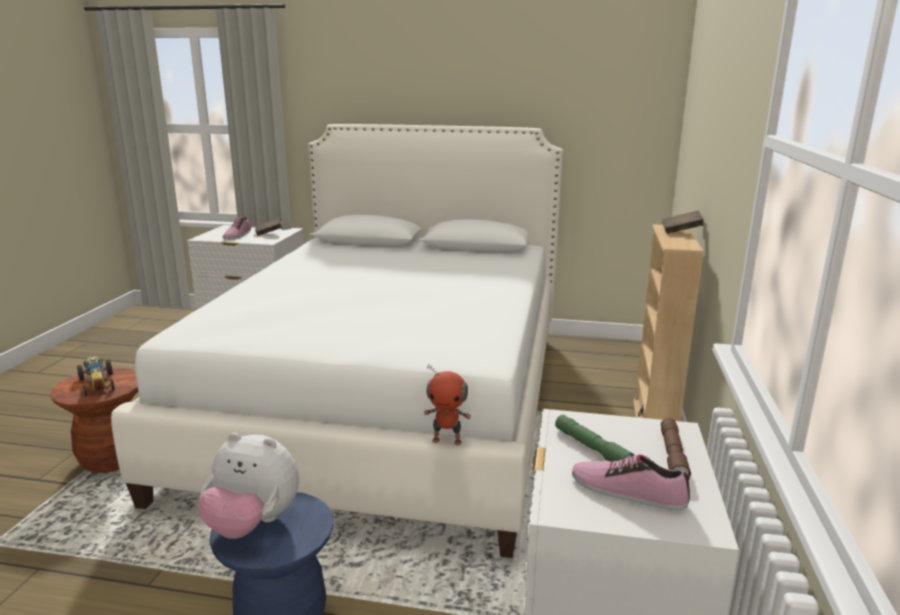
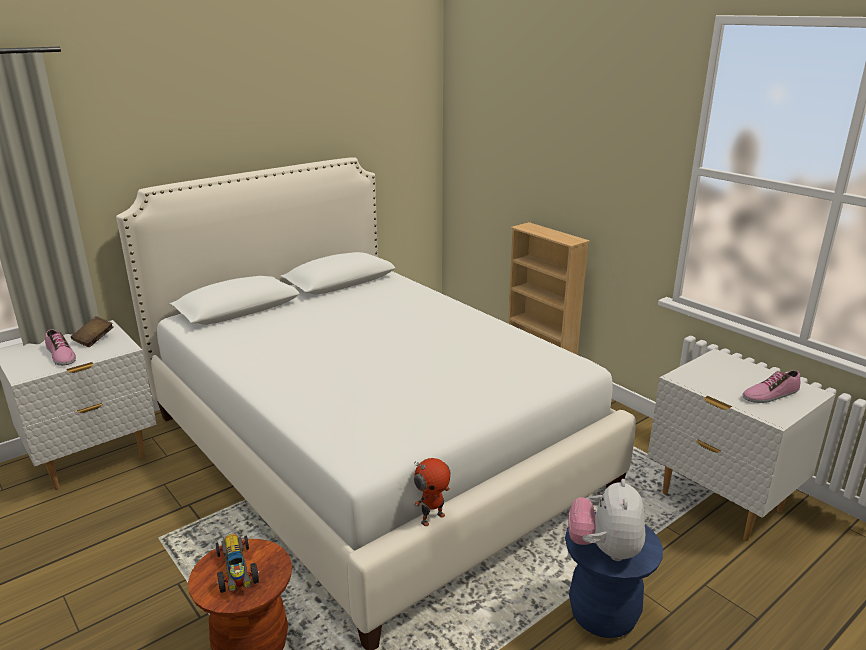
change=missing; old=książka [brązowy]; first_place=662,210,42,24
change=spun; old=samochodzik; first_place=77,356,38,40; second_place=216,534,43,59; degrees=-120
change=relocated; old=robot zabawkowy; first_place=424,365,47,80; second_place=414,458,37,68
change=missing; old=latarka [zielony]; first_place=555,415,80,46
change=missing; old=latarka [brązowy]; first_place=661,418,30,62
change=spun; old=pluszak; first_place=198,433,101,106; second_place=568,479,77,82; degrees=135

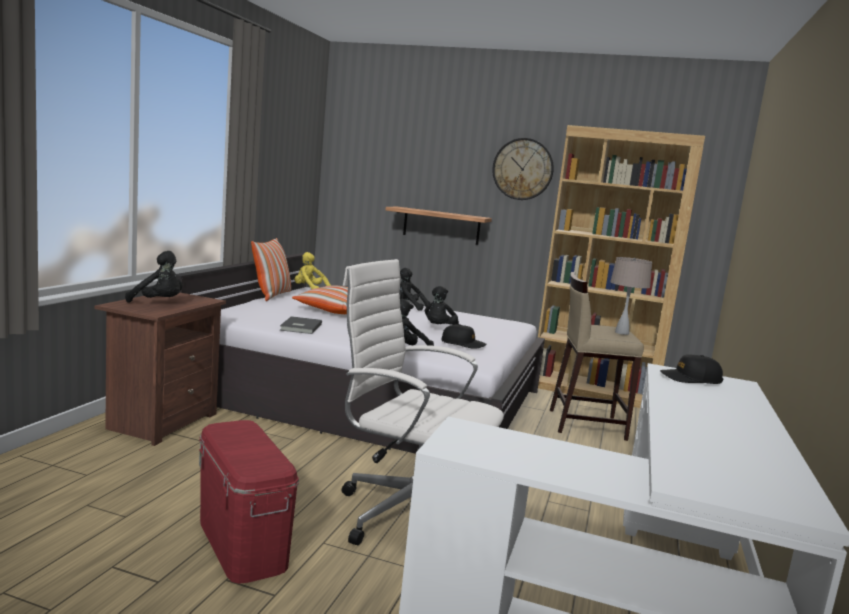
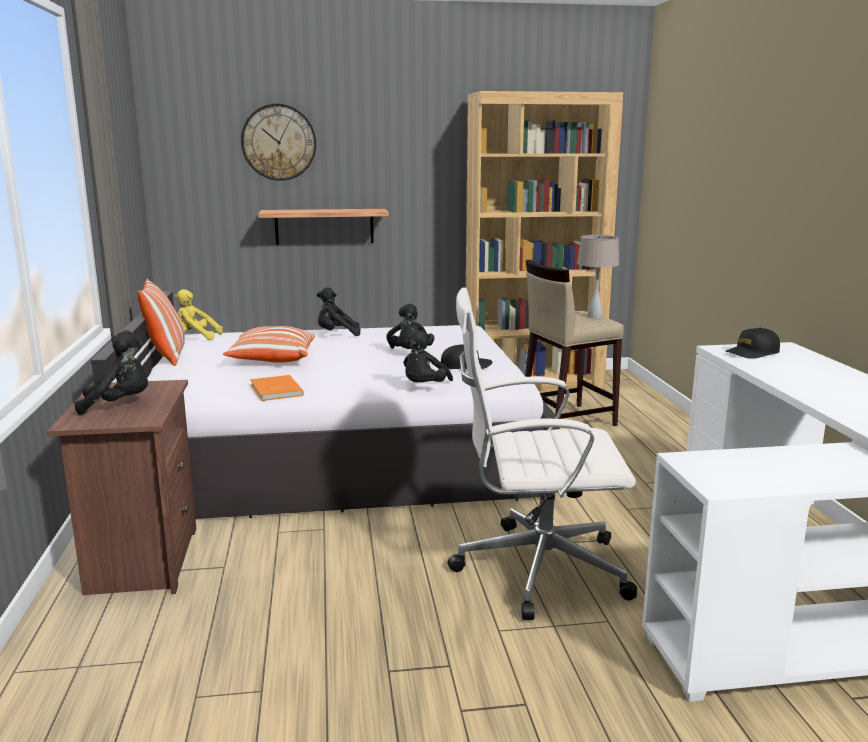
change=relocated; old=zegar ścienny; first_place=492,138,62,62; second_place=241,104,75,77
change=colour; old=książka [szary]; new=książka [pomarańczowy]; first_place=280,316,42,18; second_place=250,375,54,26
change=missing; old=pojemnik do przechowywania [czerwony]; first_place=199,420,100,164

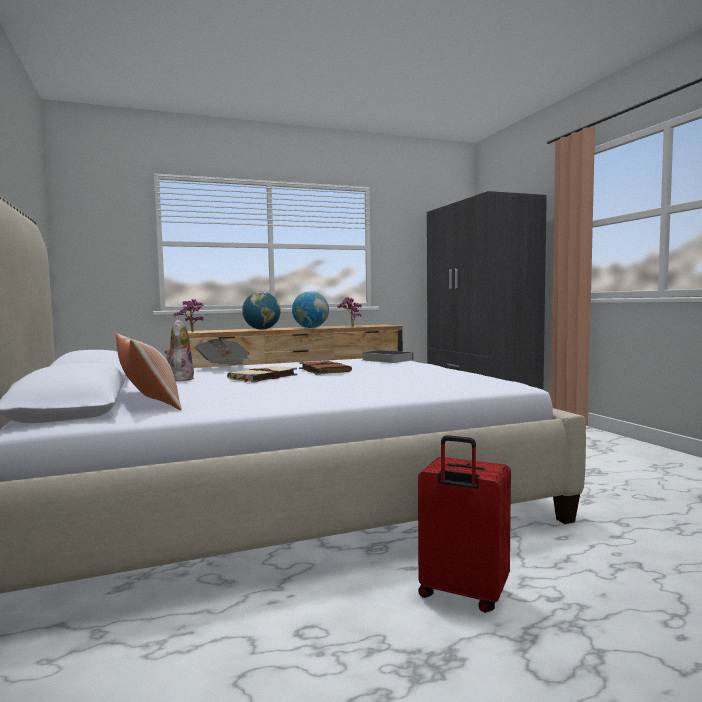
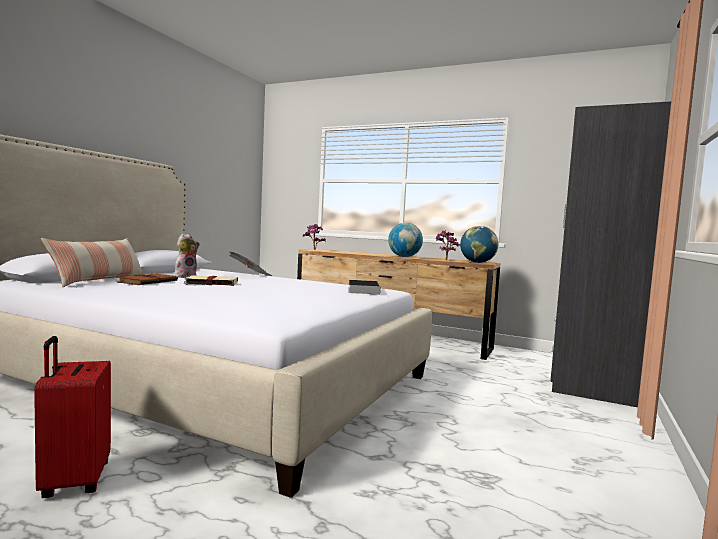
change=relocated; old=globus; first_place=242,292,39,38; second_place=460,226,38,37
change=relocated; old=książka [brązowy]; first_place=299,361,53,14; second_place=116,273,62,12

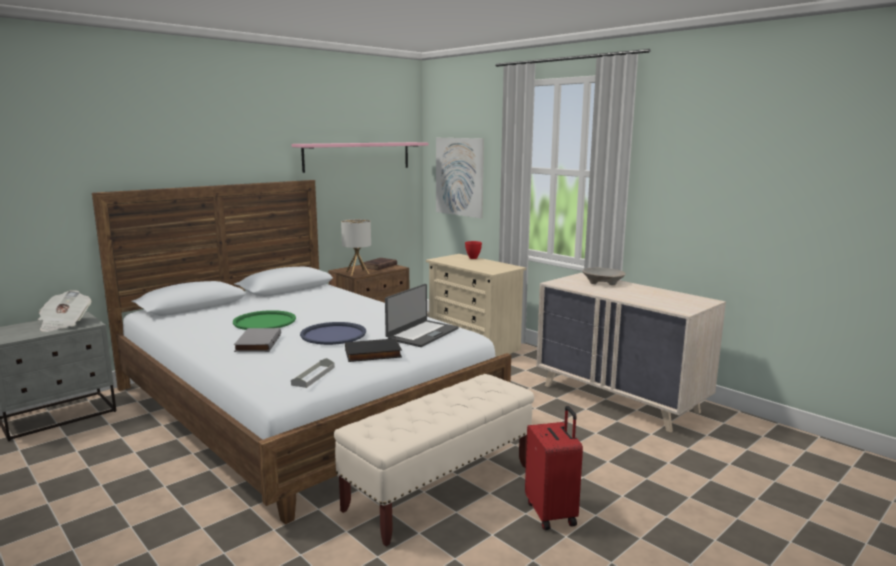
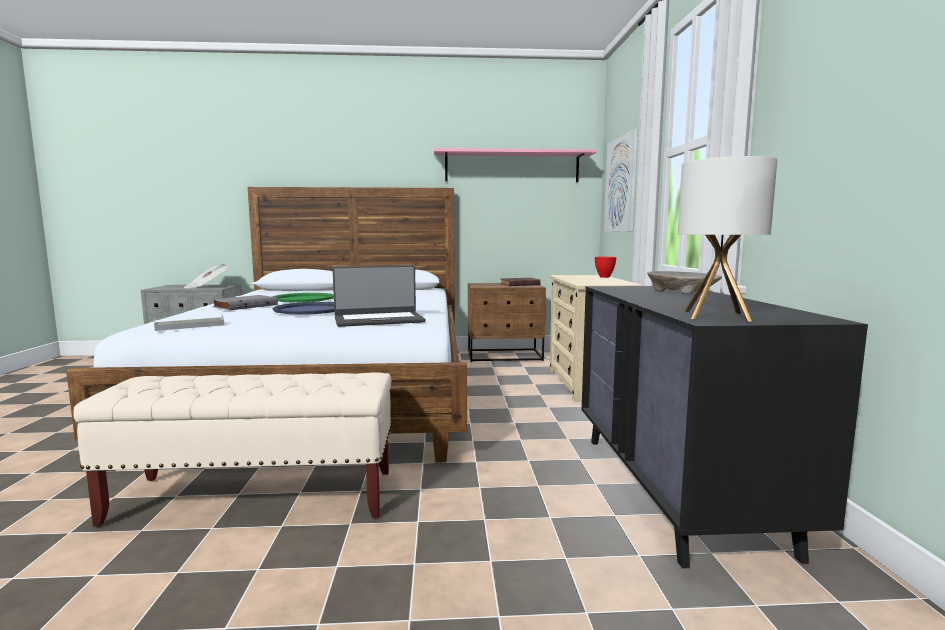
change=relocated; old=lampa stołowa; first_place=341,219,30,57; second_place=677,156,100,166
change=colour; old=komoda [beżowy]; new=komoda [czarny]; first_place=536,273,190,159; second_place=581,286,287,282
change=missing; old=książka [czarny]; first_place=345,338,57,24
change=missing; old=walizka [czerwony]; first_place=525,406,58,124

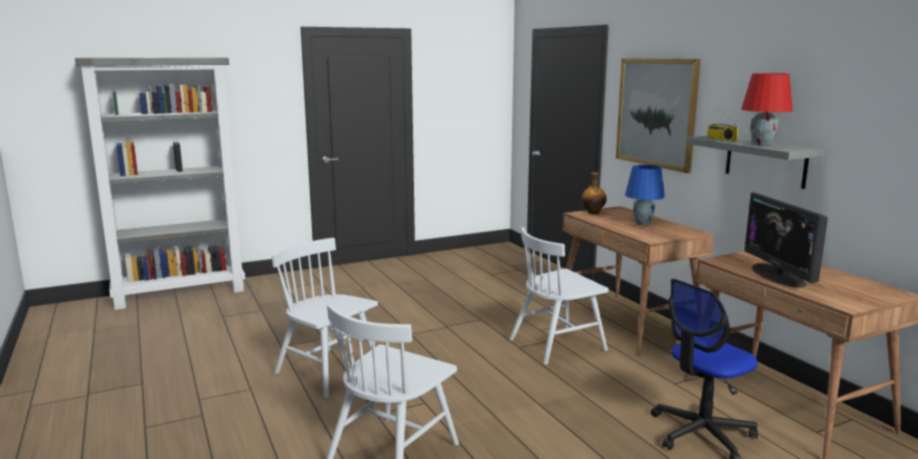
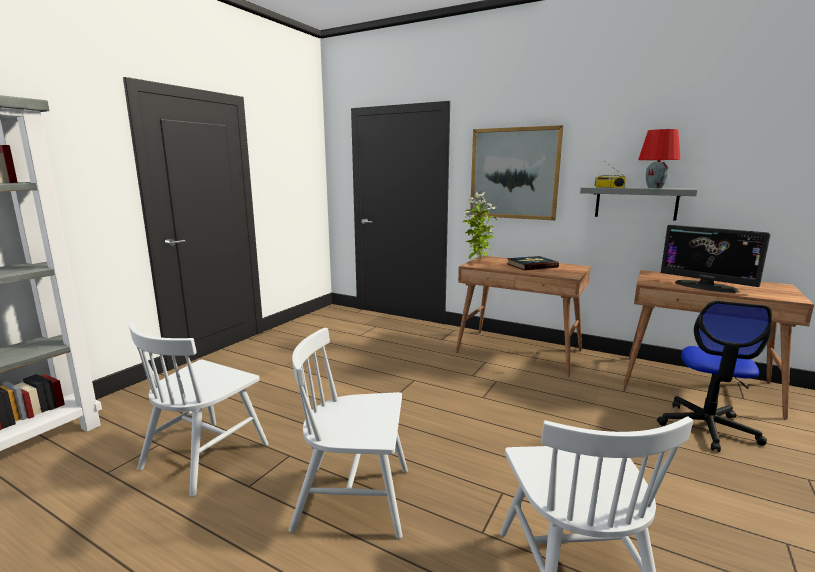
change=exchanged; old=lampa stołowa [niebieski]; new=książka; first_place=625,165,40,60; second_place=507,256,52,14
change=exchanged; old=butelka; new=roślina doniczkowa; first_place=581,172,26,42; second_place=462,190,35,73
change=relocated; old=krzesło [biały]; first_place=509,227,100,138; second_place=129,323,140,174

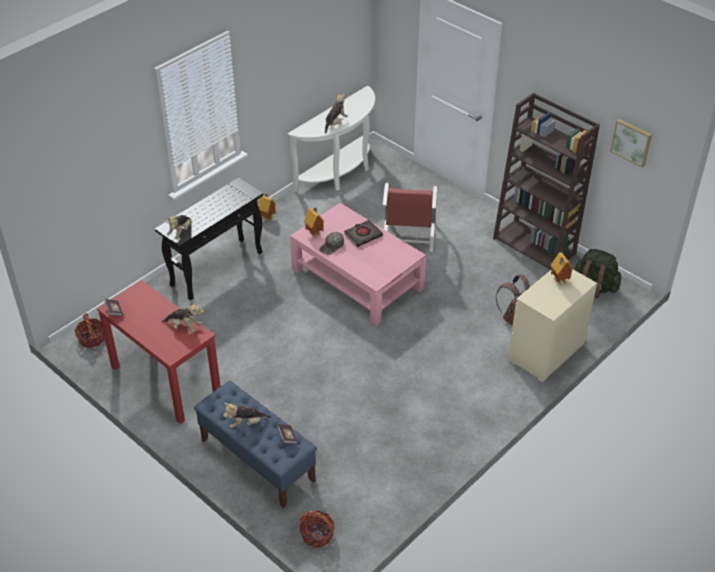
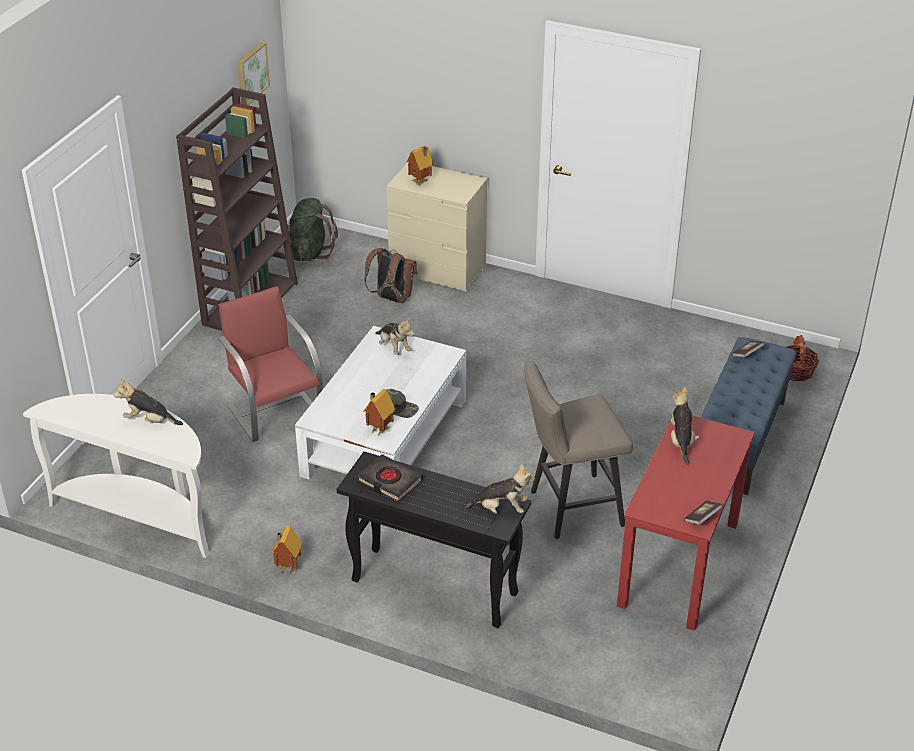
change=spun; old=krzesło [czerwony]; first_place=382,182,56,70; second_place=218,286,105,156; degrees=-105
change=colour; old=ława [różowy]; new=ława [biały]; first_place=290,203,136,122; second_place=295,326,171,154
change=relocated; old=książka [czarny]; first_place=344,220,39,27; second_place=357,454,66,48
change=missing; old=koszyk; first_place=75,313,30,35
change=relocated; old=pluszak; first_place=223,403,48,25; second_place=375,318,40,37
change=appeared; new=stołek [beżowy]; second_place=524,361,109,178

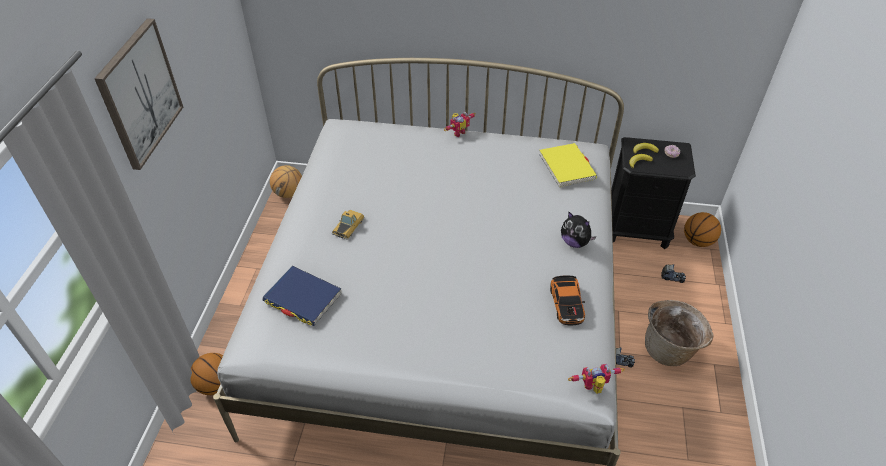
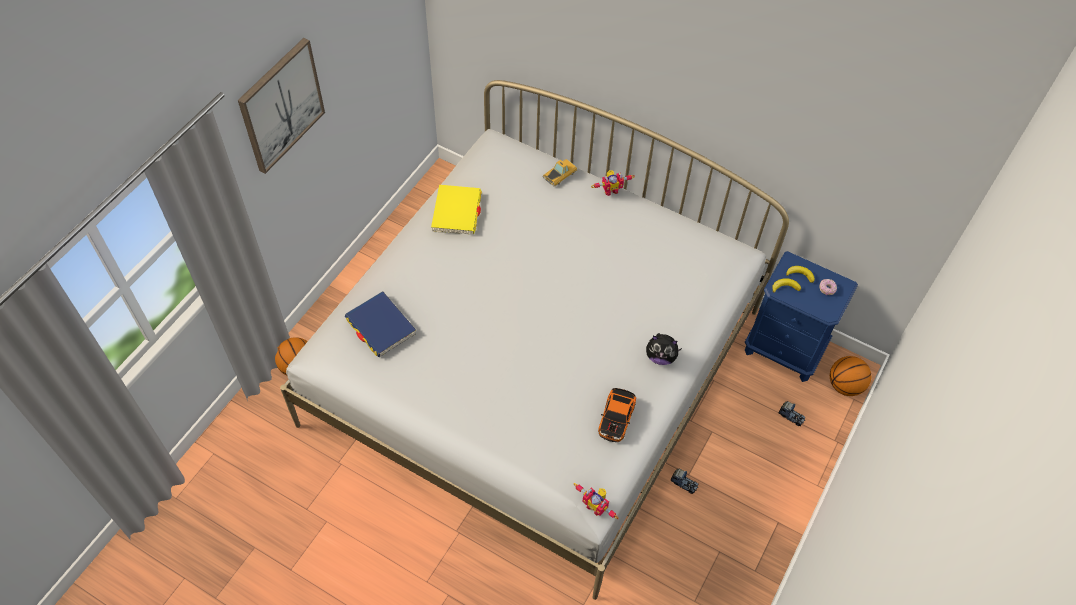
change=colour; old=szafka nocna [czarny]; new=szafka nocna [niebieski]; first_place=611,137,85,112; second_place=745,251,113,131
change=relocated; old=książka [żółty]; first_place=539,143,58,45; second_place=431,185,51,50
change=missing; old=piłka do koszykówki; first_place=270,165,32,33
change=relocated; old=samochodzik; first_place=332,210,33,30; second_place=543,159,34,28
change=spun; old=pluszak; first_place=561,212,36,36; second_place=646,333,37,32; degrees=-45
change=missing; old=koszyk; first_place=645,300,69,66
change=spun; old=robot zabawkowy; first_place=568,364,57,30; second_place=574,483,44,36; degrees=-150

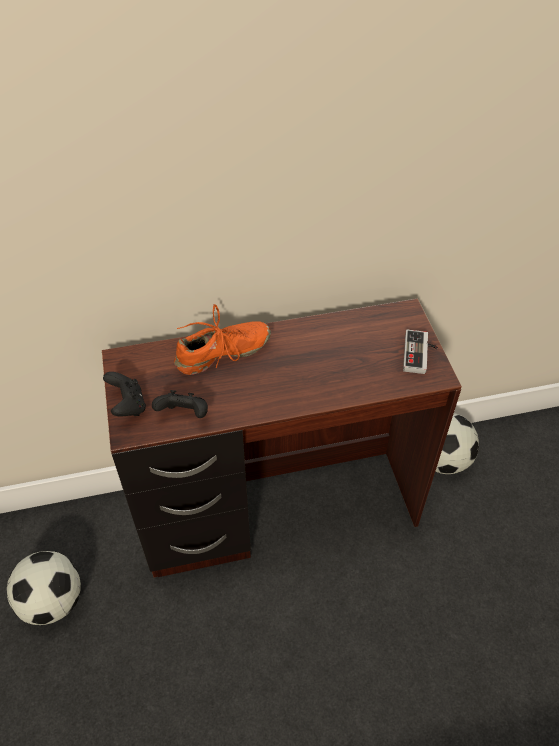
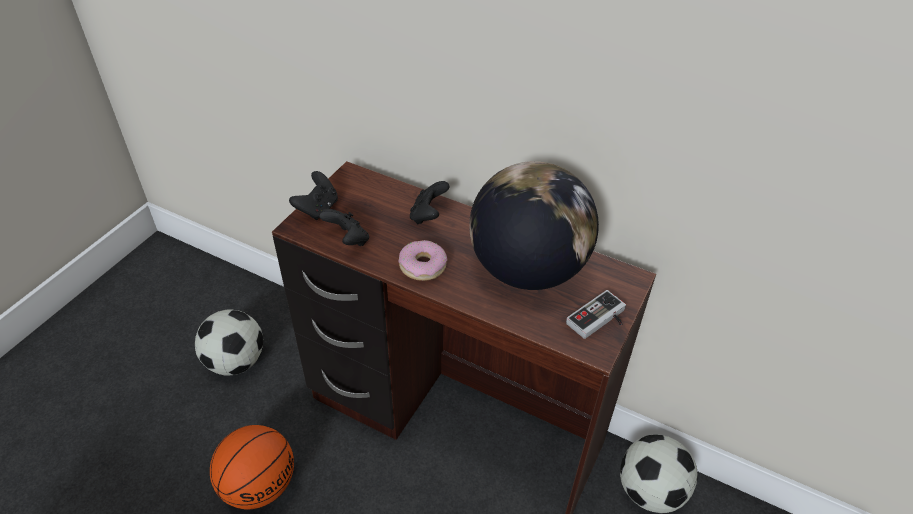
change=exchanged; old=but [pomarańczowy]; new=pad do gier [czarny]; first_place=174,304,97,71; second_place=410,181,40,44
change=appeared; new=globus; second_place=469,161,130,129
change=appeared; new=donut; second_place=399,240,48,41
change=appeared; new=piłka do koszykówki; second_place=210,425,84,84

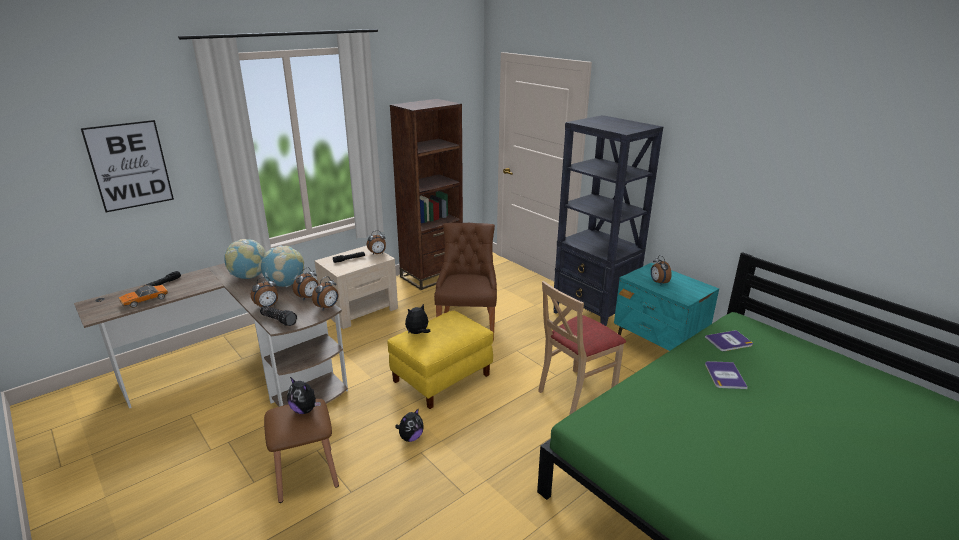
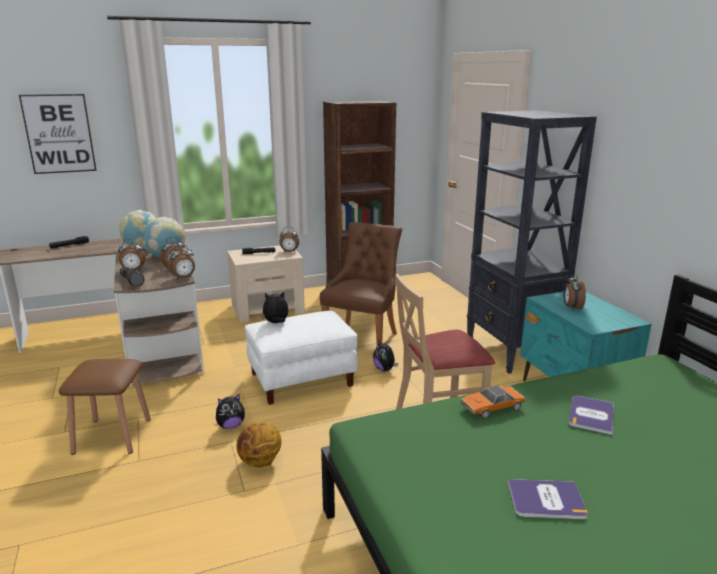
change=relocated; old=samochodzik; first_place=119,285,49,23; second_place=460,385,65,34
change=colour; old=pufa [żółty]; new=pufa [biały]; first_place=387,311,107,98; second_place=245,311,113,94
change=relocated; old=książka; first_place=705,330,48,21; second_place=507,479,81,40
change=relocated; old=pluszak; first_place=287,377,34,37; second_place=373,340,25,31
change=appeared; new=piłka do koszykówki; second_place=236,421,45,47

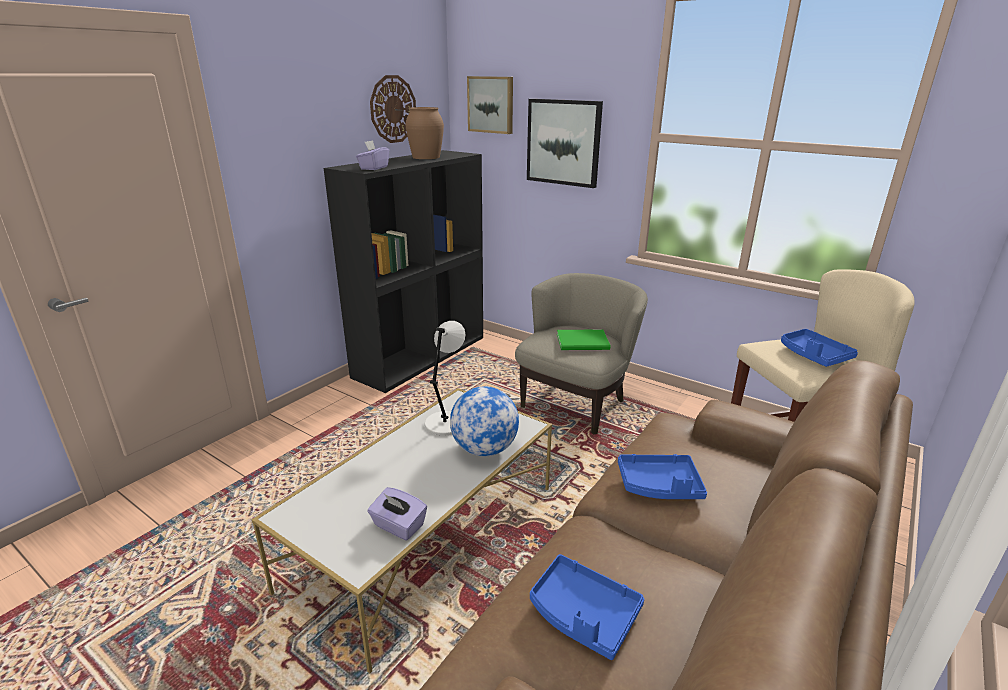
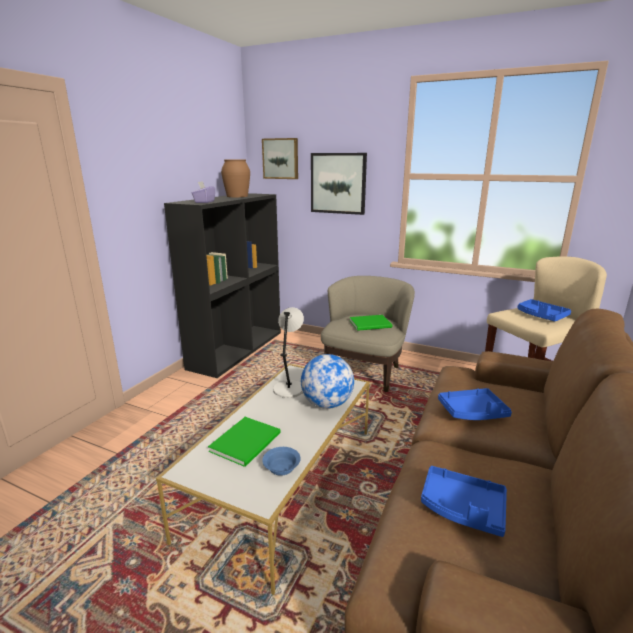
change=missing; old=zegar ścienny; first_place=370,75,46,68
change=exchanged; old=pudełko chusteczek [fioletowy]; new=miska [niebieski]; first_place=367,487,60,53; second_place=262,447,39,29
change=appeared; new=książka [zielony]; second_place=208,417,73,50

